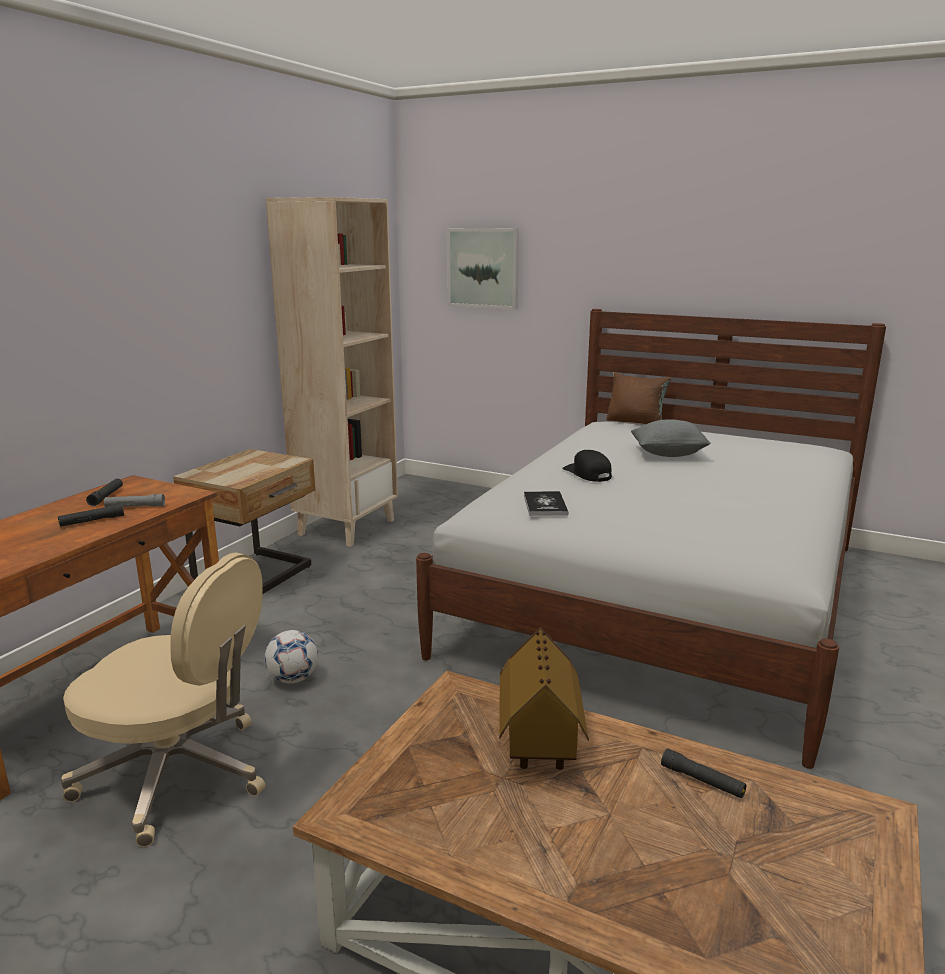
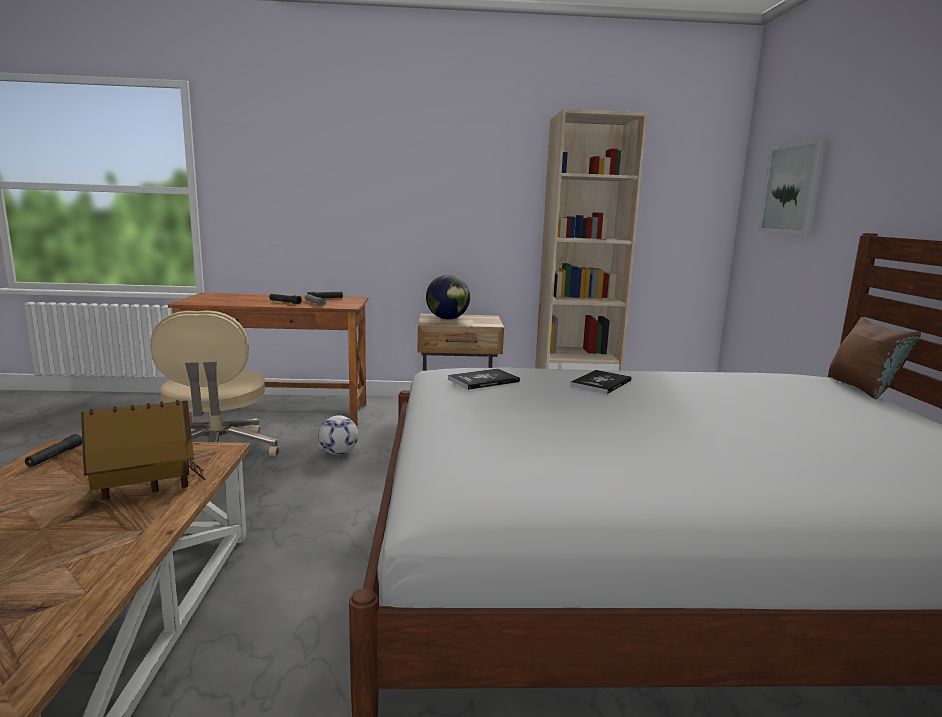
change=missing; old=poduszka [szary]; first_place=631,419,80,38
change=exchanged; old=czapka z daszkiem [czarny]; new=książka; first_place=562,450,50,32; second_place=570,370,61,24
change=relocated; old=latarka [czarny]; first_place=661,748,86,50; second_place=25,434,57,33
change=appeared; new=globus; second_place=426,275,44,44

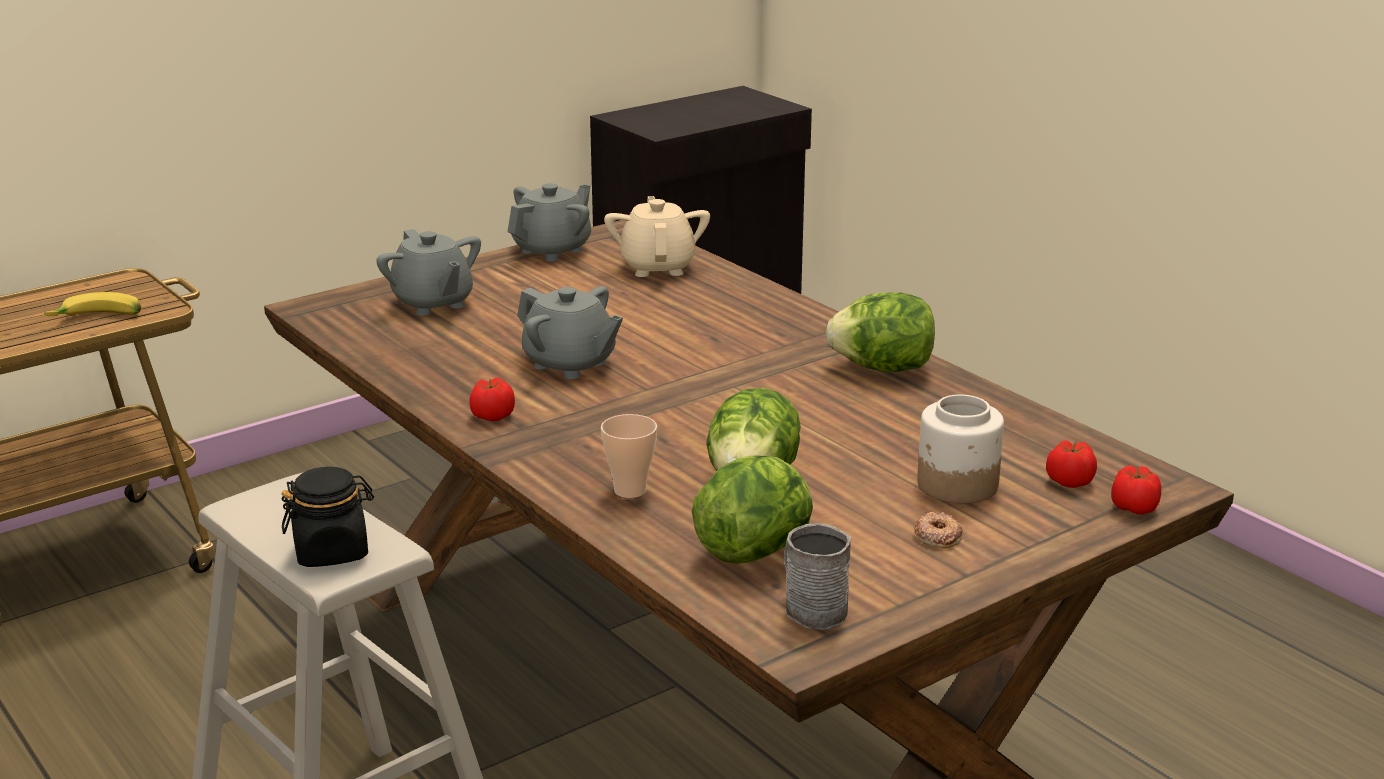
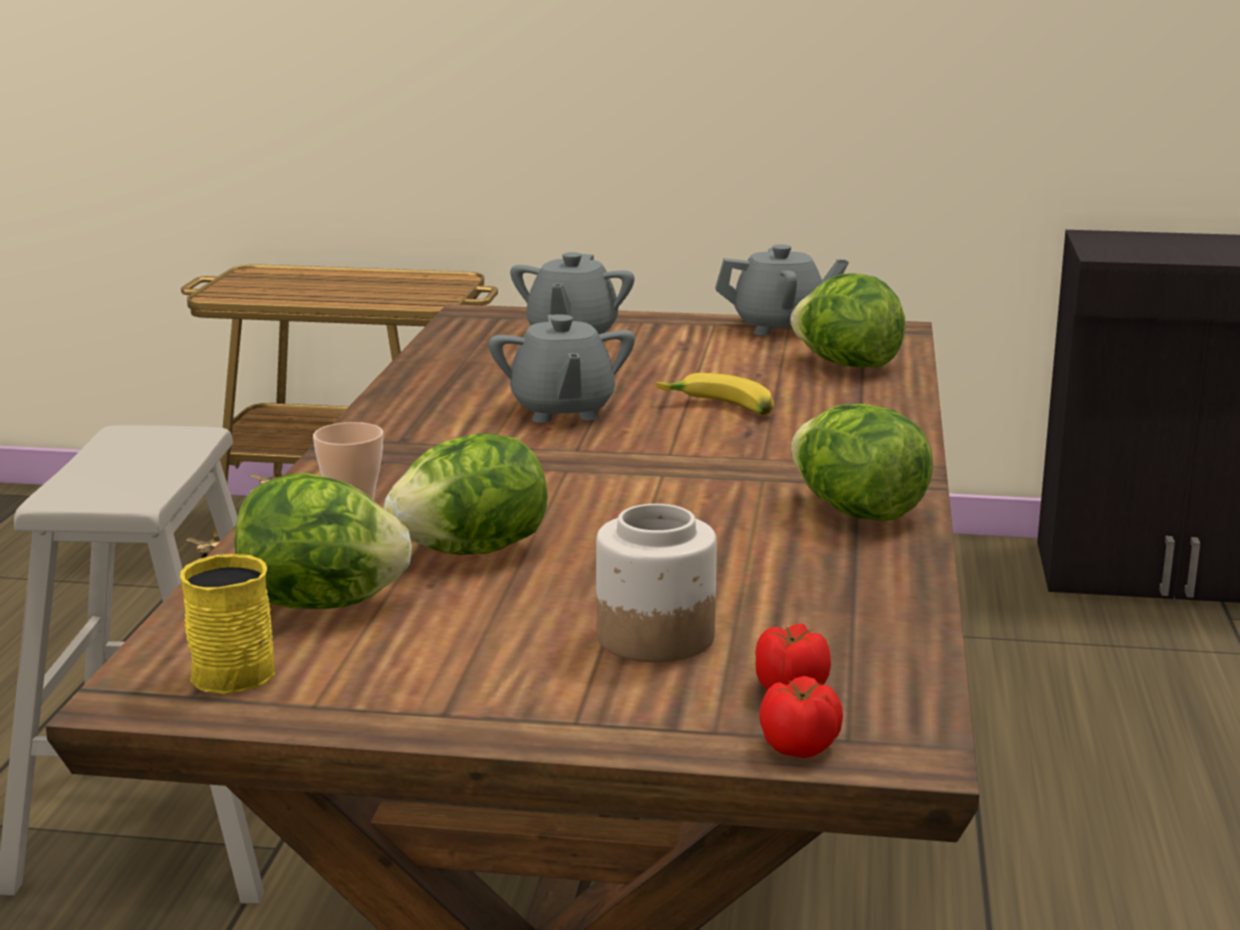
change=exchanged; old=imbryk [beżowy]; new=sałata; first_place=604,196,106,81; second_place=790,274,116,93
change=relocated; old=banan; first_place=44,292,97,24; second_place=655,373,119,43
change=missing; old=pomidor; first_place=469,378,46,43
change=missing; old=słoik [czarny]; first_place=282,467,92,100
change=missing; old=donut; first_place=914,512,49,36
change=colour; old=kubek [szary]; new=kubek [żółty]; first_place=784,523,67,107; second_place=180,554,95,140

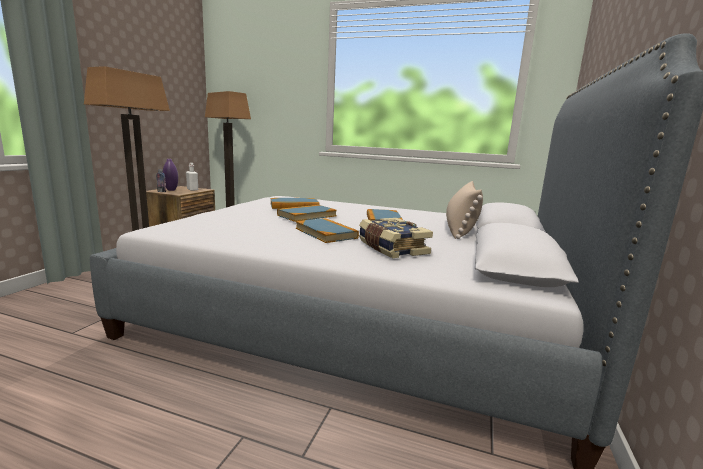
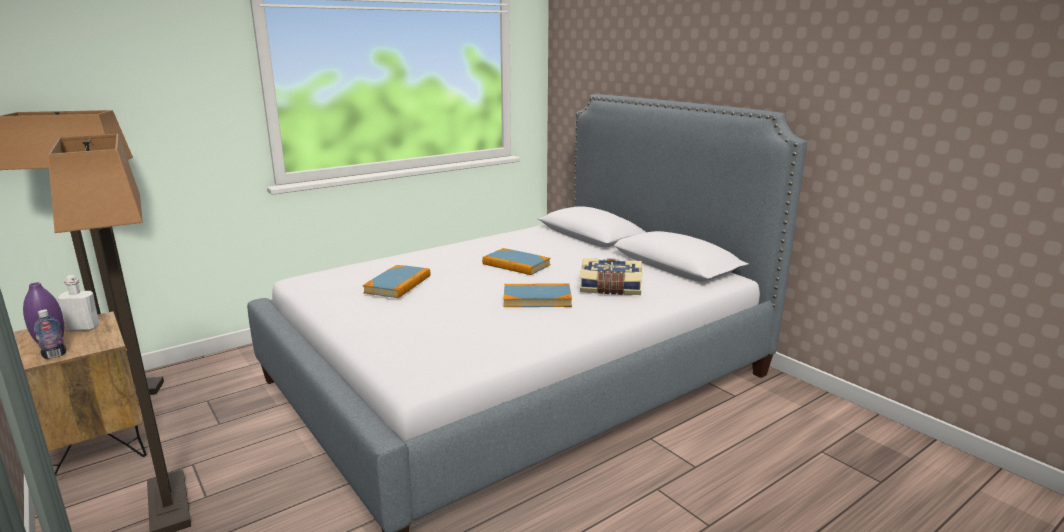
change=missing; old=poduszka [beżowy]; first_place=446,181,37,58
change=missing; old=książka; first_place=277,205,60,17

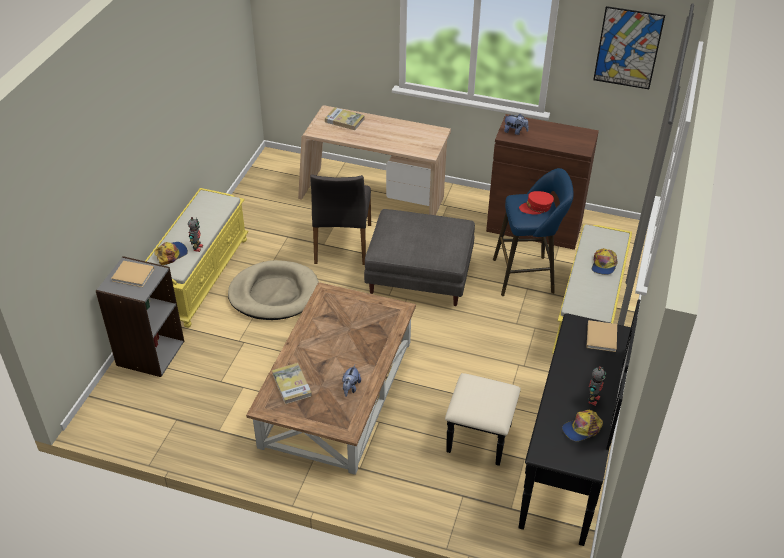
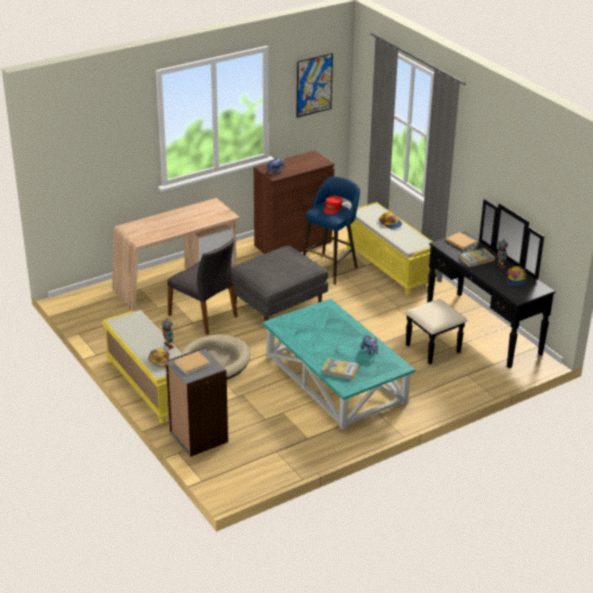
change=relocated; old=książka; first_place=325,107,40,23; second_place=459,248,36,19
change=colour; old=ława [brązowy]; new=ława [turkusowy]; first_place=246,282,170,193; second_place=262,299,153,131

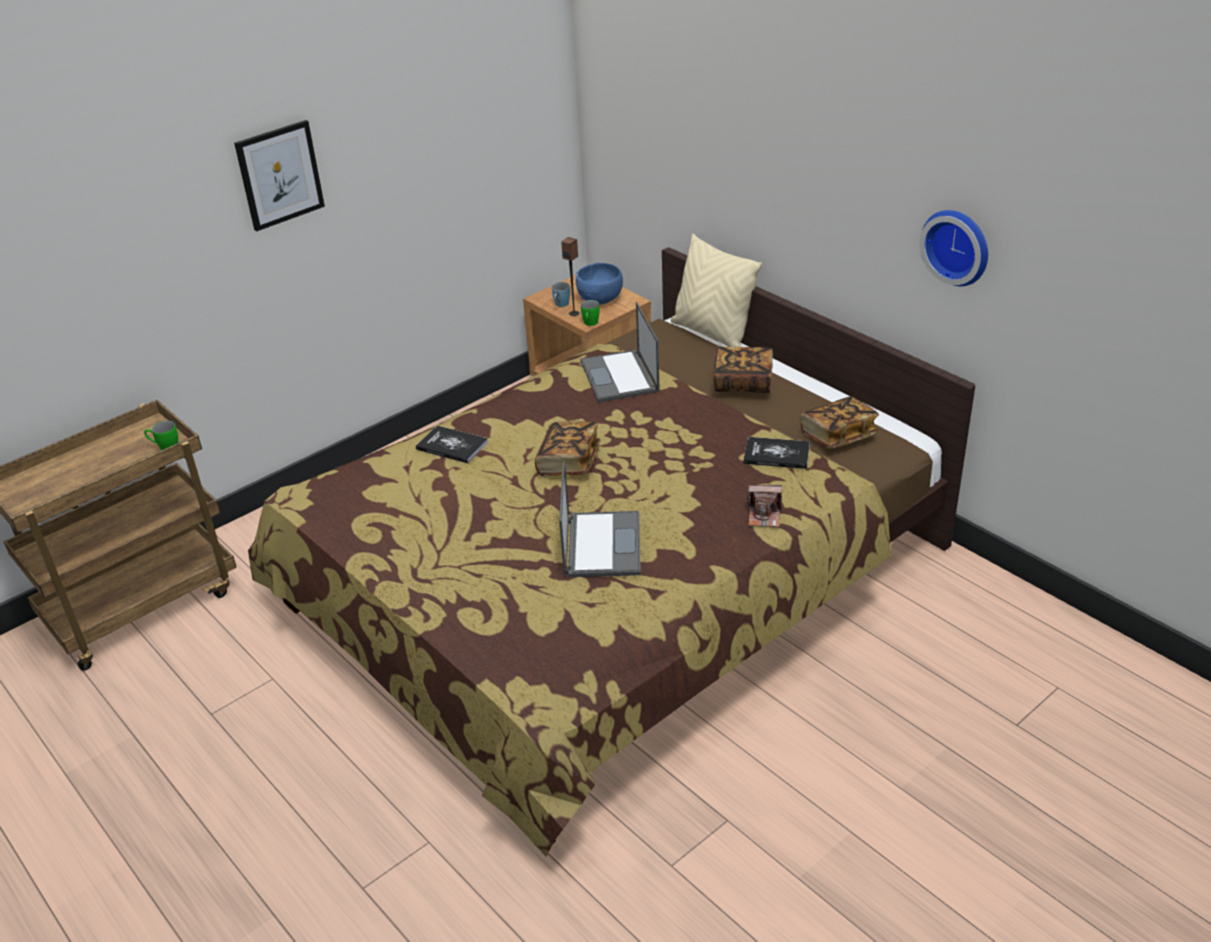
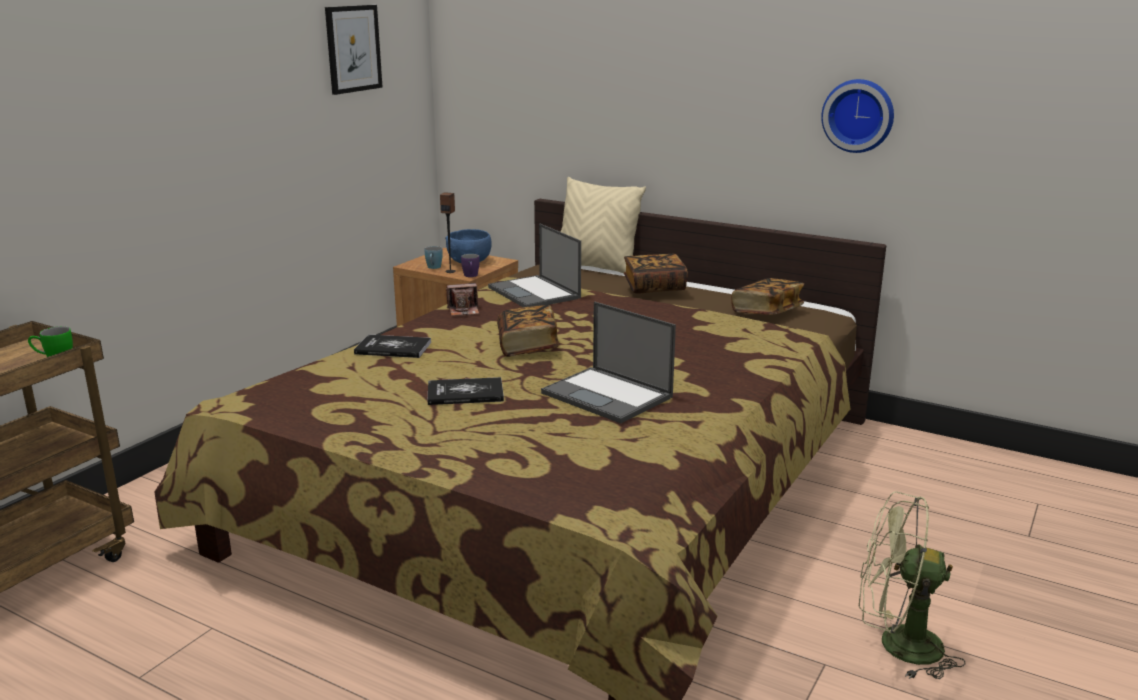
change=relocated; old=obraz; first_place=234,120,91,111; second_place=325,5,58,90
change=colour; old=kubek [zielony]; new=kubek [fioletowy]; first_place=581,300,19,26; second_place=461,254,19,23
change=relocated; old=książka; first_place=743,437,67,32; second_place=428,377,76,28
change=spun; old=laptop; first_place=559,461,82,117; second_place=541,302,135,121; degrees=150
change=relocated; old=aparat fotograficzny; first_place=747,485,35,42; second_place=446,283,33,33
change=appeared; new=wentylator [zielony]; second_place=859,491,106,188

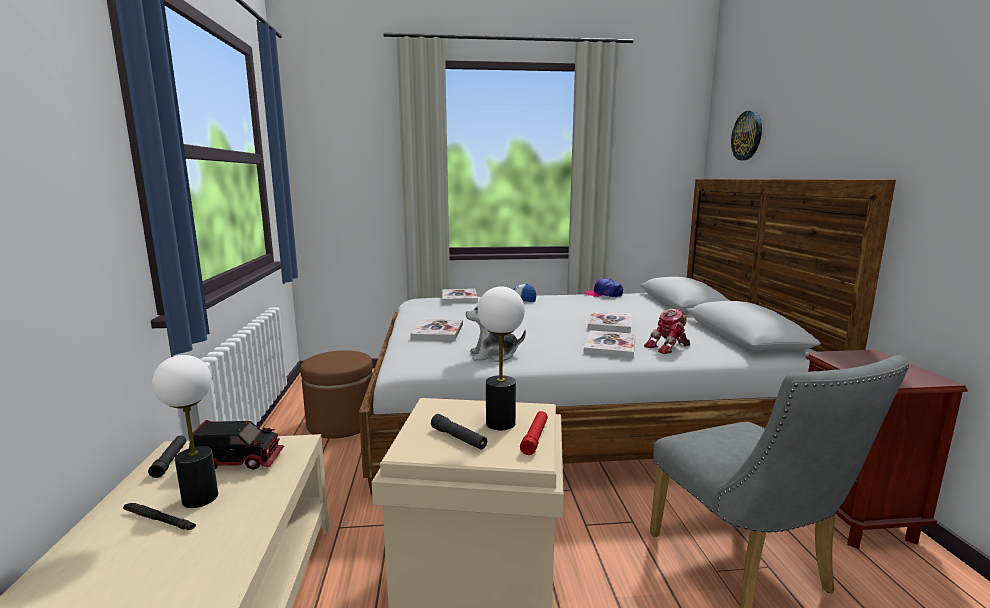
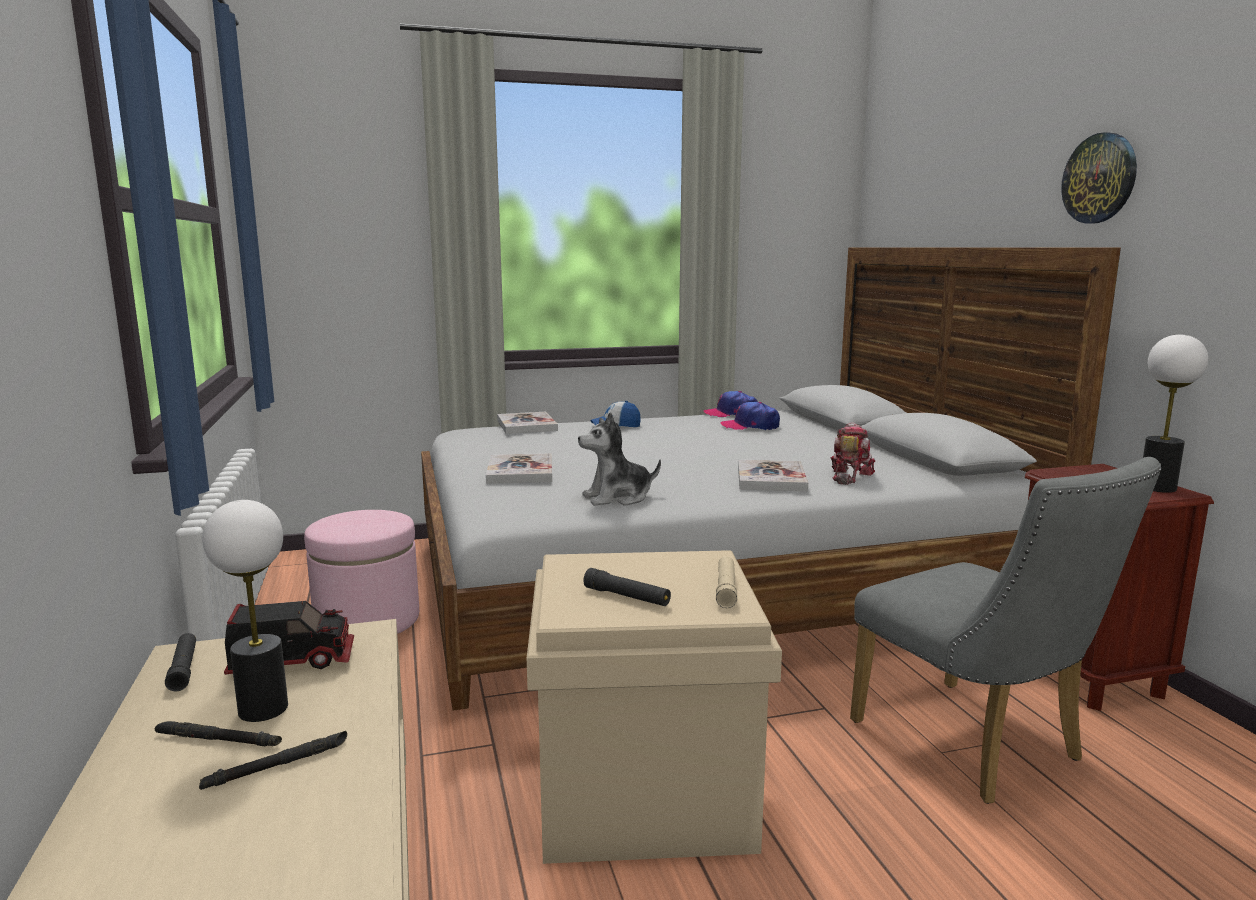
change=relocated; old=zegar ścienny; first_place=731,111,31,49; second_place=1061,132,76,92
change=relocated; old=lampa stołowa; first_place=478,286,47,144; second_place=1143,334,65,159
change=spun; old=robot zabawkowy; first_place=644,309,46,45; second_place=830,422,45,63; degrees=150
change=missing; old=książka; first_place=588,311,44,22
change=colour; old=pufa [brązowy]; new=pufa [różowy]; first_place=300,350,73,89; second_place=304,510,115,124
change=colour; old=latarka [czerwony]; new=latarka [beżowy]; first_place=520,411,28,44; second_place=716,556,21,52
change=appeared; new=czapka z daszkiem; second_place=720,402,60,29
change=appeared; new=latarka [czarny]; second_place=199,731,148,59

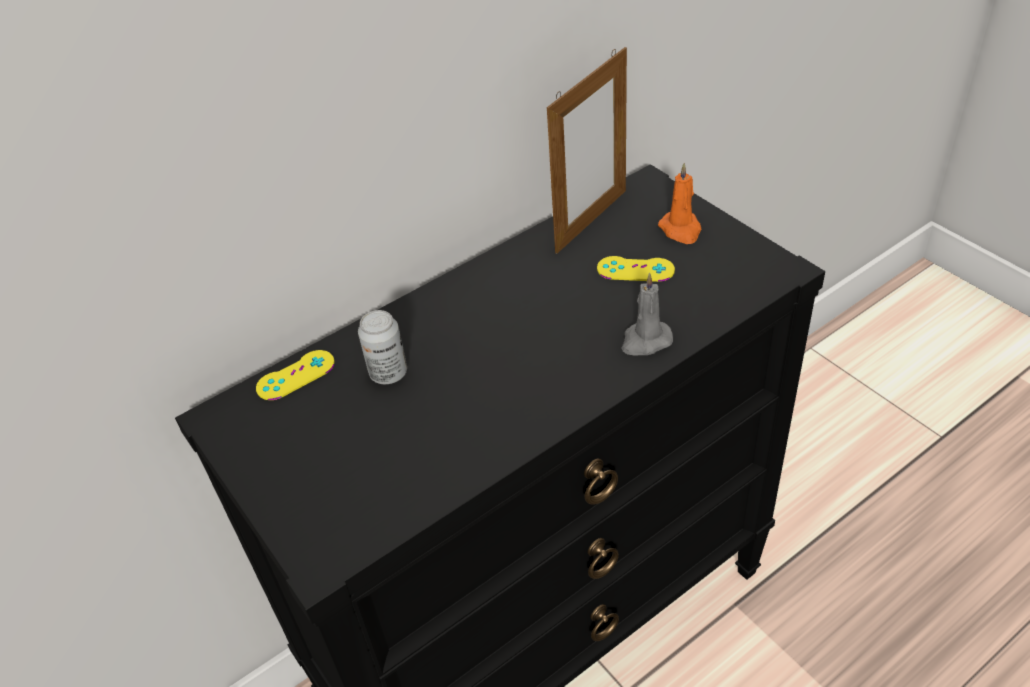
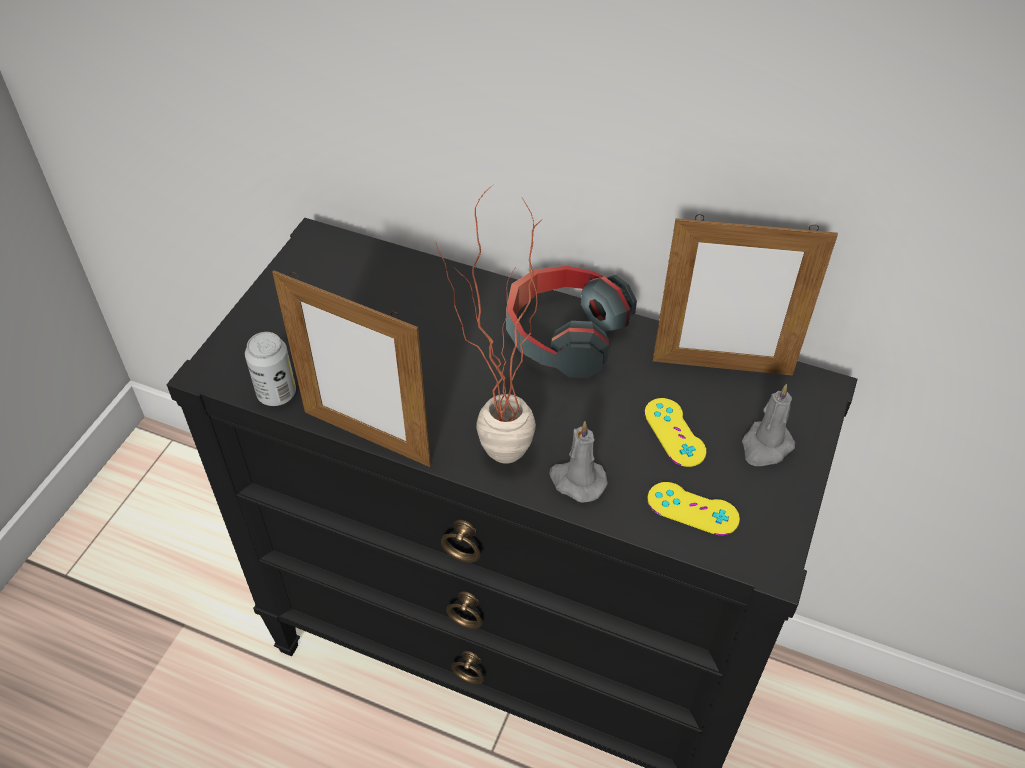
change=colour; old=świeca [pomarańczowy]; new=świeca [szary]; first_place=658,163,44,81; second_place=742,384,53,82
change=relocated; old=puszka; first_place=358,310,49,74; second_place=245,332,51,74
change=relocated; old=pad do gier [żółty]; first_place=256,350,78,50; second_place=647,482,93,53
change=appeared; new=roślina doniczkowa; second_place=435,185,107,279
change=appeared; new=słuchawki; second_place=506,266,131,112
change=appeared; new=ramka na zdjęcie; second_place=272,271,159,196

